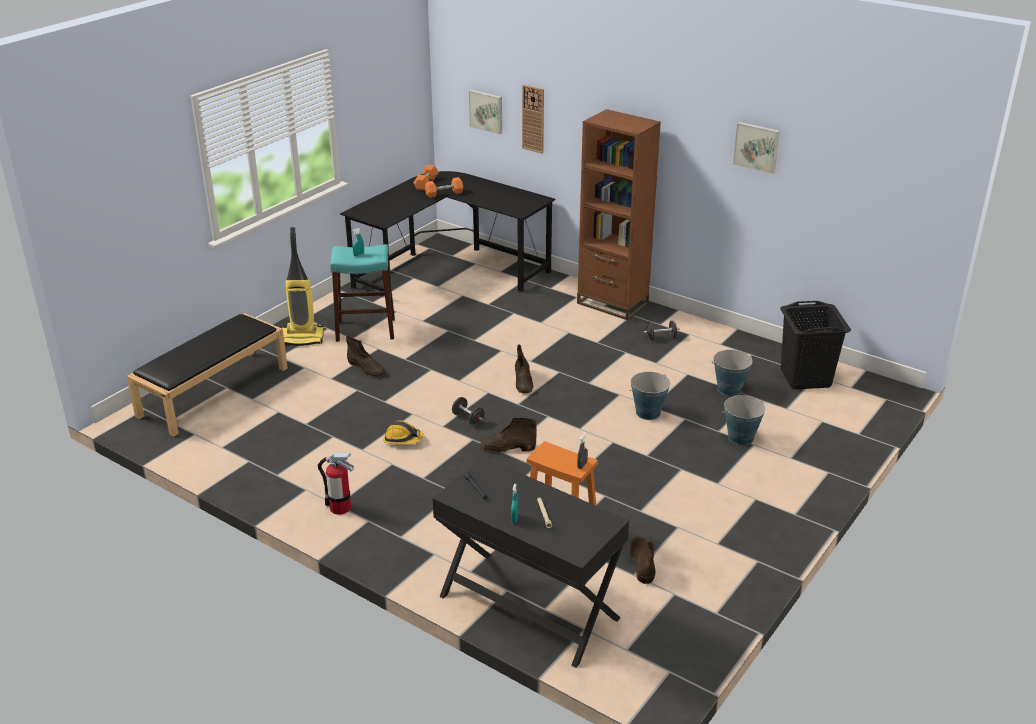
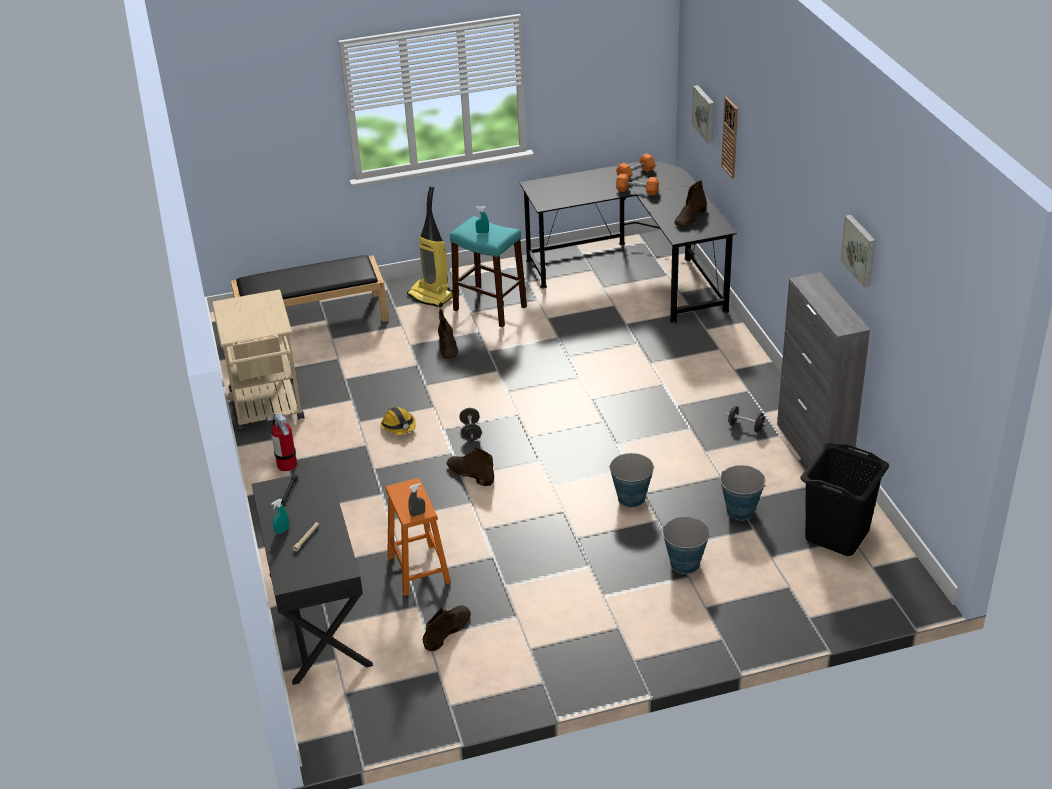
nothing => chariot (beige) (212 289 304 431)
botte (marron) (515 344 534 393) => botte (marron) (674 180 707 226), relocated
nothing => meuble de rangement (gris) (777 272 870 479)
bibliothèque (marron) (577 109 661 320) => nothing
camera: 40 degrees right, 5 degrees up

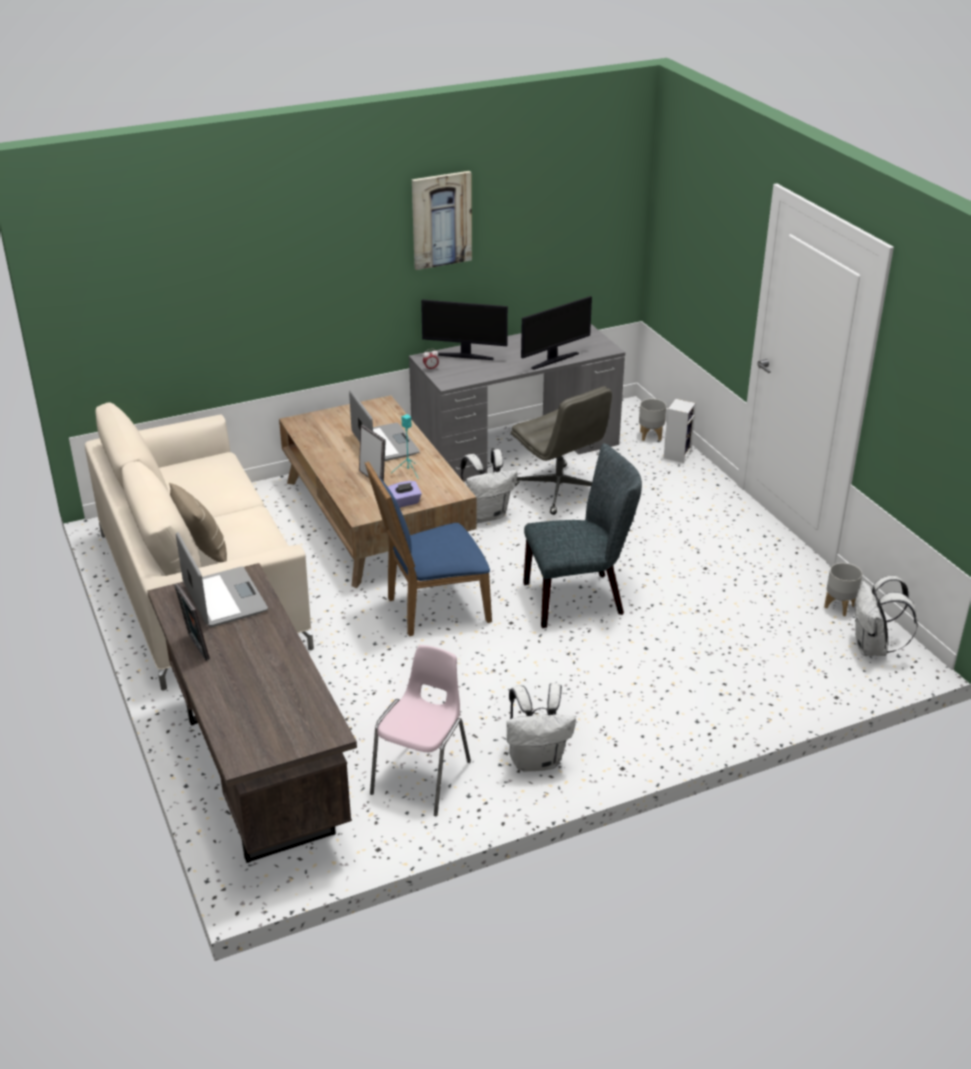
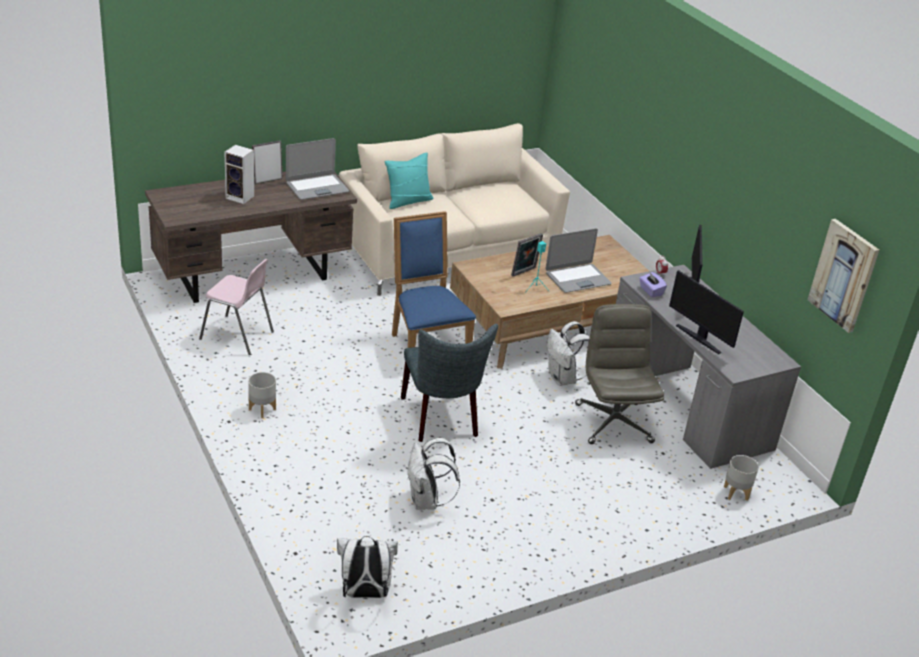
enceinte (664 399 696 463) => enceinte (225 145 254 204), relocated
cache-pot (gris) (824 563 862 616) => cache-pot (gris) (248 372 276 418), relocated
coussin (beige) (169 482 227 562) => coussin (turquoise) (385 152 433 209)
sac à dos (blanc) (507 683 576 772) => sac à dos (blanc) (407 438 460 510), relocated
chaise de bureau (gris) (511 386 612 515) => chaise de bureau (gris) (575 304 664 444), 120 degrees clockwise
boîte à mouchoirs (violet) (388 481 422 508) => boîte à mouchoirs (violet) (639 272 667 297), relocated
tableau (412 171 472 270) => tableau (808 219 879 333), relocated
camera: 85 degrees right, 0 degrees up

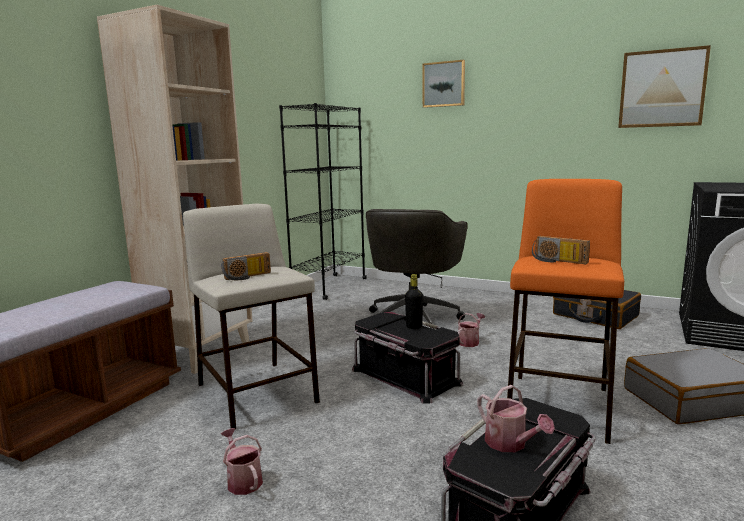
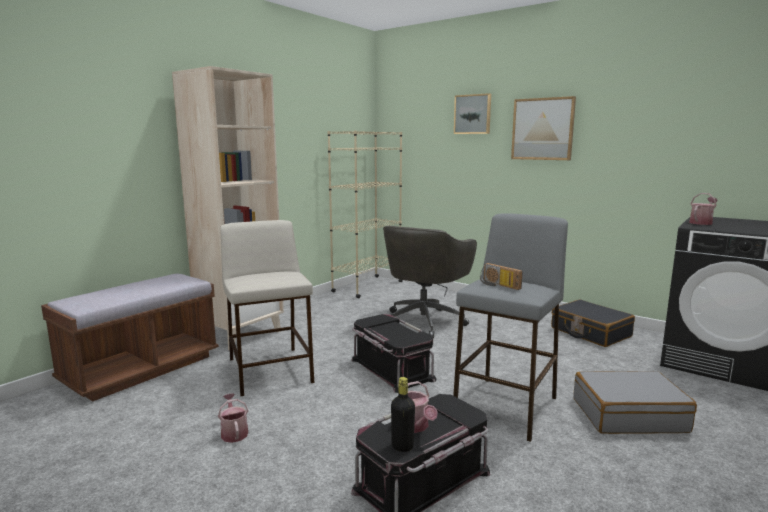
bibliothèque (noir) (279 103 367 300) => bibliothèque (beige) (328 131 403 298)
bouteille (noir) (405 274 423 329) => bouteille (noir) (391 377 415 452), relocated
tabouret (orange) (507 179 624 444) => tabouret (gris) (453 213 568 442)
tableau (618 45 711 128) => tableau (511 96 576 160), relocated
arrosoir (458 313 485 347) => arrosoir (689 193 718 225), relocated
radio (221 252 271 280) => nothing
camera: 10 degrees right, 0 degrees up

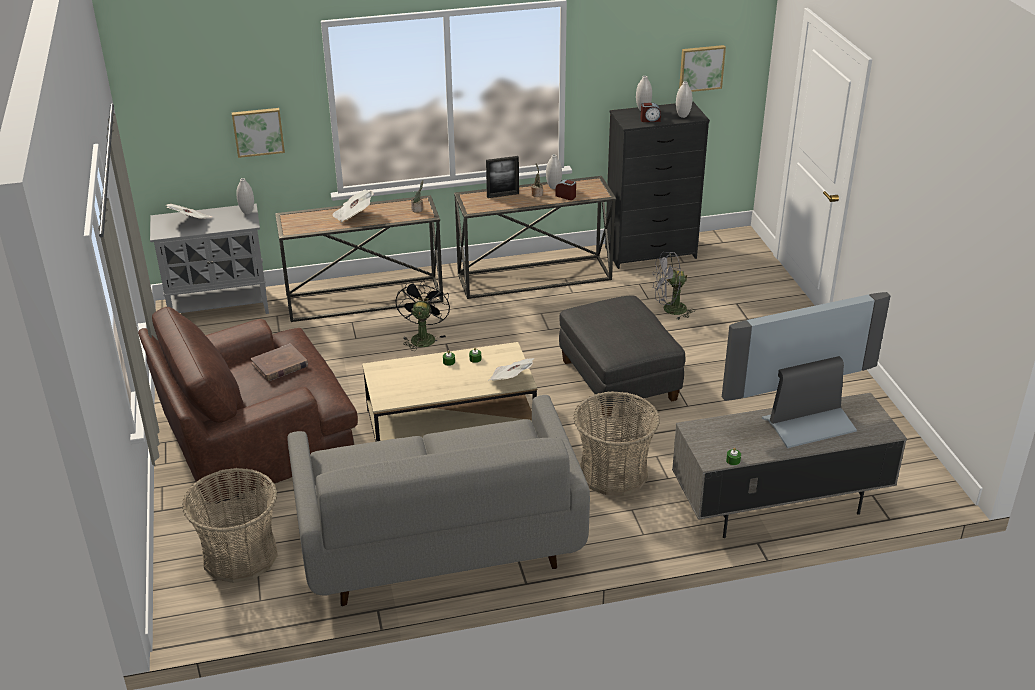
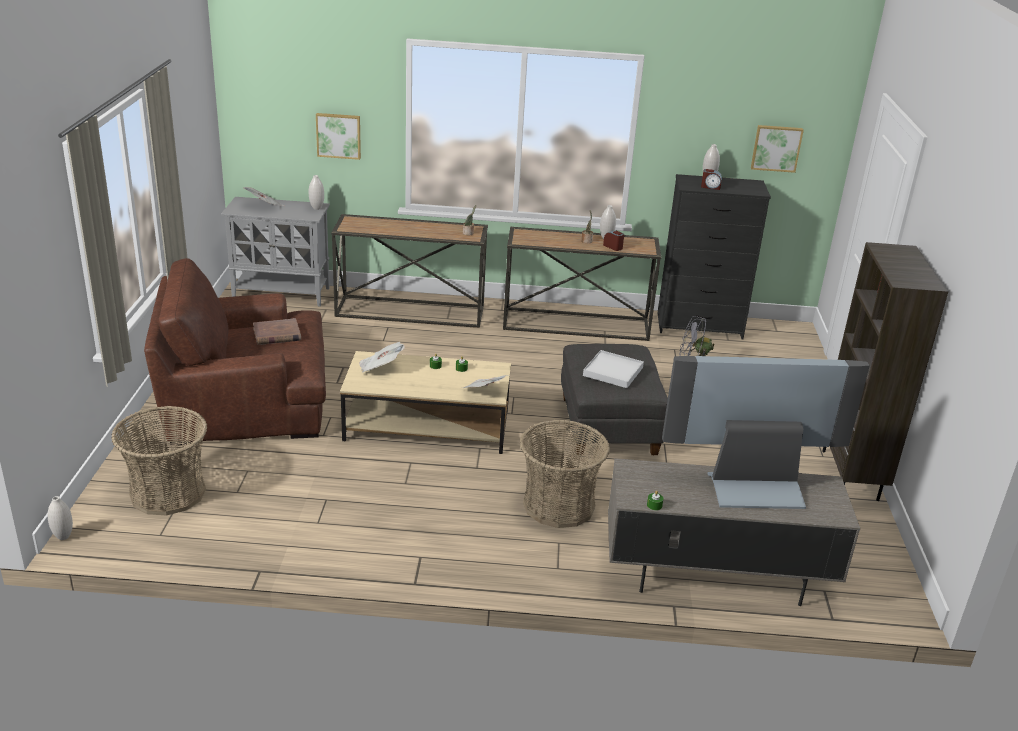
vase (blanc) (676 81 692 118) => vase (blanc) (48 496 73 540), relocated
journal (332 189 374 222) => journal (359 342 405 373), relocated
nothing => plateau (blanc) (583 350 644 388)
nothing => bibliothèque (marron) (822 242 948 501)
canapé (gris) (287 395 590 606) => nothing
ventilateur (noir) (396 278 450 351) => nothing
cadre photo (486 156 519 198) => nothing
camera: 15 degrees right, 5 degrees down

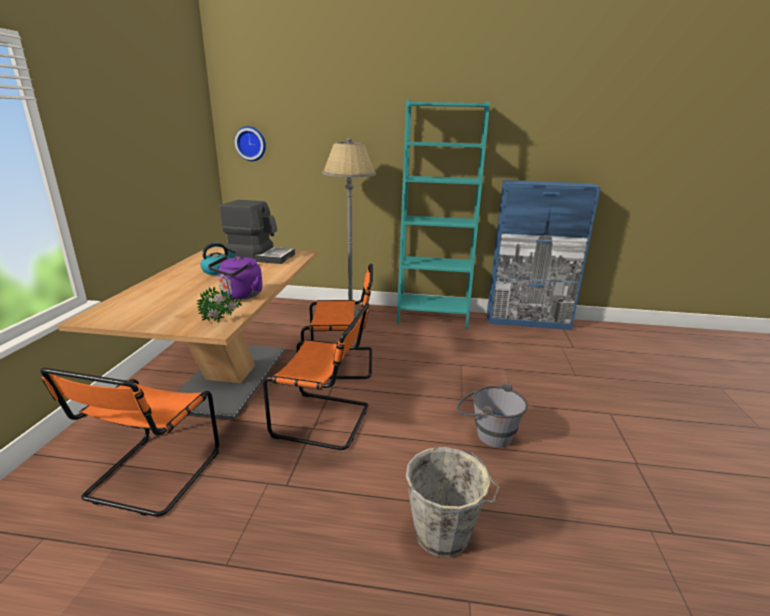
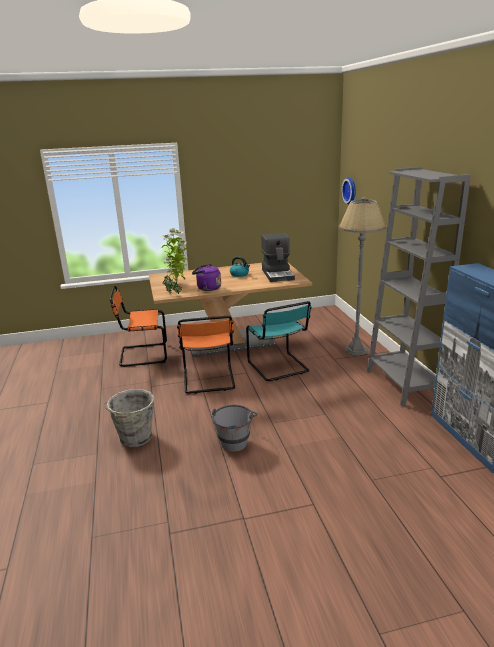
nothing => plante en pot (161 228 188 282)
chaise (orange) (301 264 373 379) => chaise (turquoise) (246 301 311 381)
bibliothèque (turquoise) (397 100 490 329) => bibliothèque (gris) (367 167 471 406)
camera: 70 degrees right, 0 degrees up

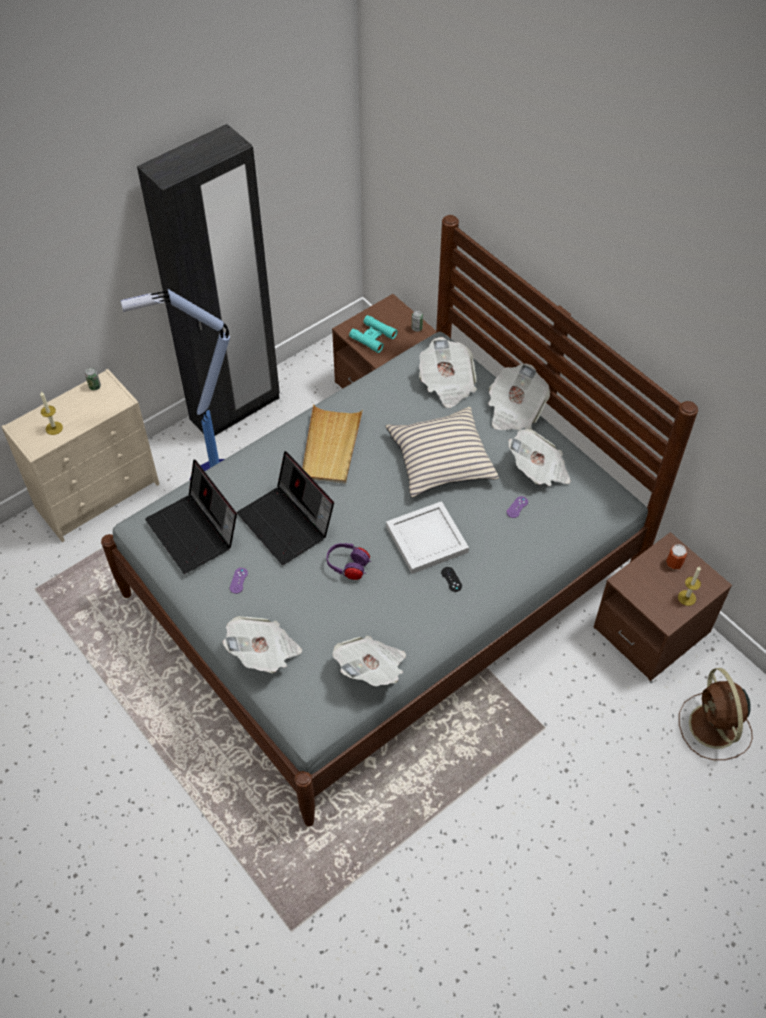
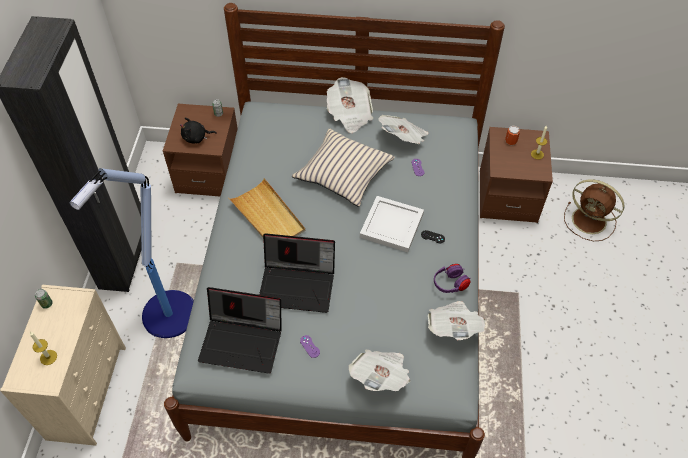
jumelles (turquoise) (349 315 398 353) => peluche (noir) (180 117 217 143)
casque audio (violet) (327 543 371 580) => casque audio (violet) (434 264 471 293), relocated
journal (419 337 477 408) => nothing
camera: 45 degrees left, 0 degrees up

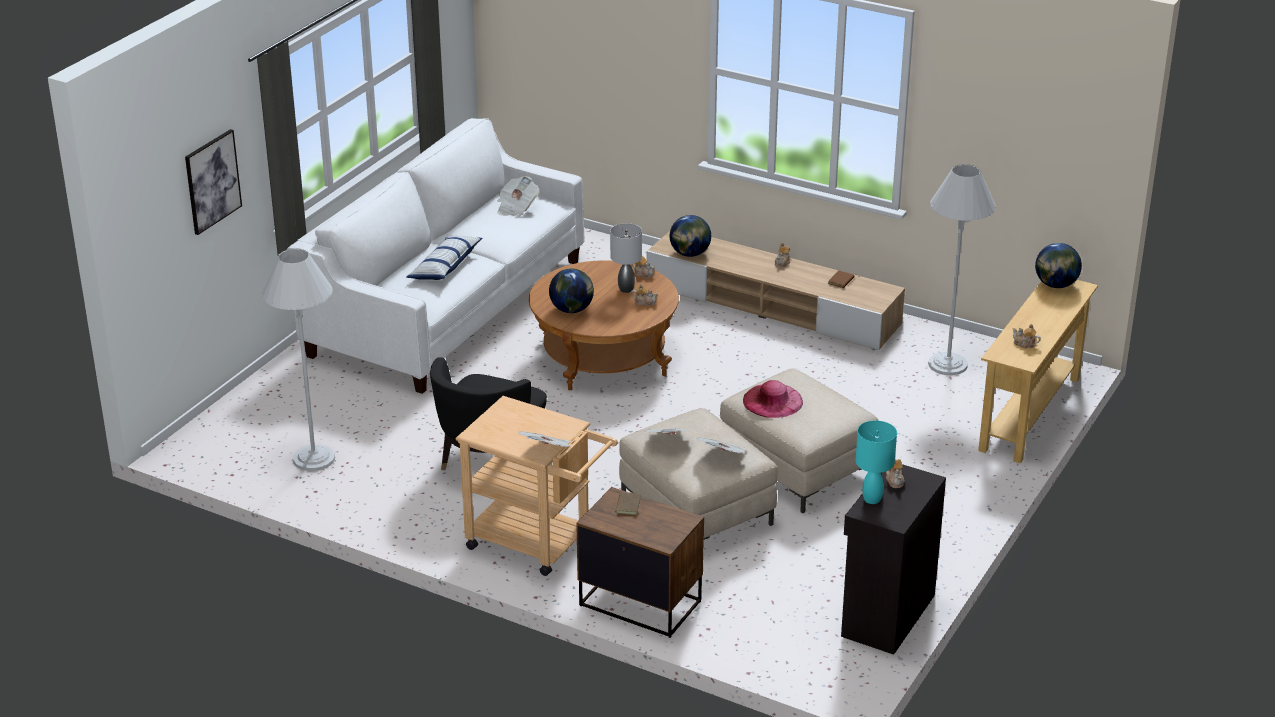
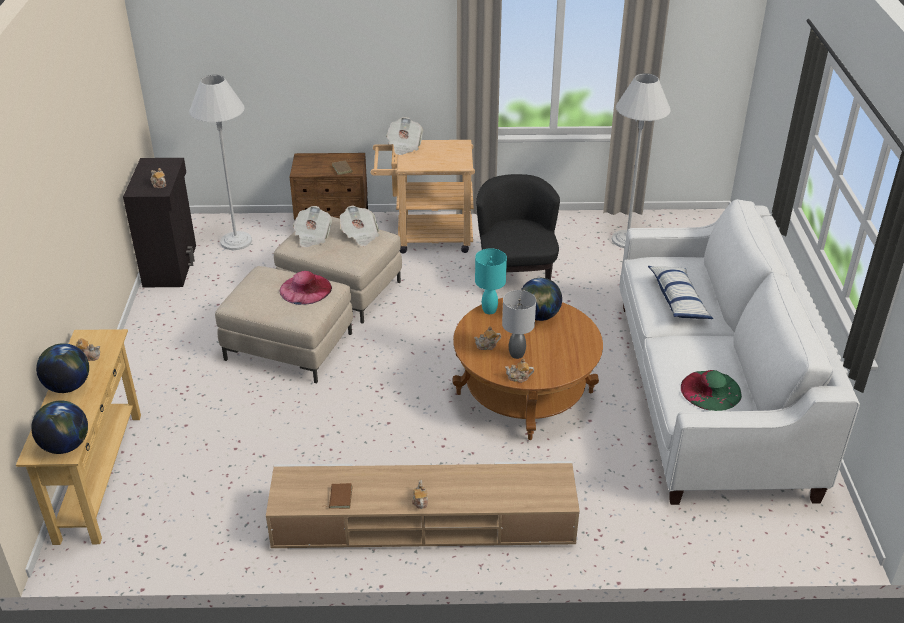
globe (670 215 711 257) => globe (36 343 89 393), relocated
lampadaire (blanc) (928 164 996 375) => lampadaire (blanc) (189 75 252 250), relocated
lampe de table (turquoise) (856 421 897 504) => lampe de table (turquoise) (475 249 507 314), relocated
journal (497 176 539 216) => chapeau (vert) (681 370 742 411)
tableau (185 129 242 235) => nothing
camera: 150 degrees right, 5 degrees up

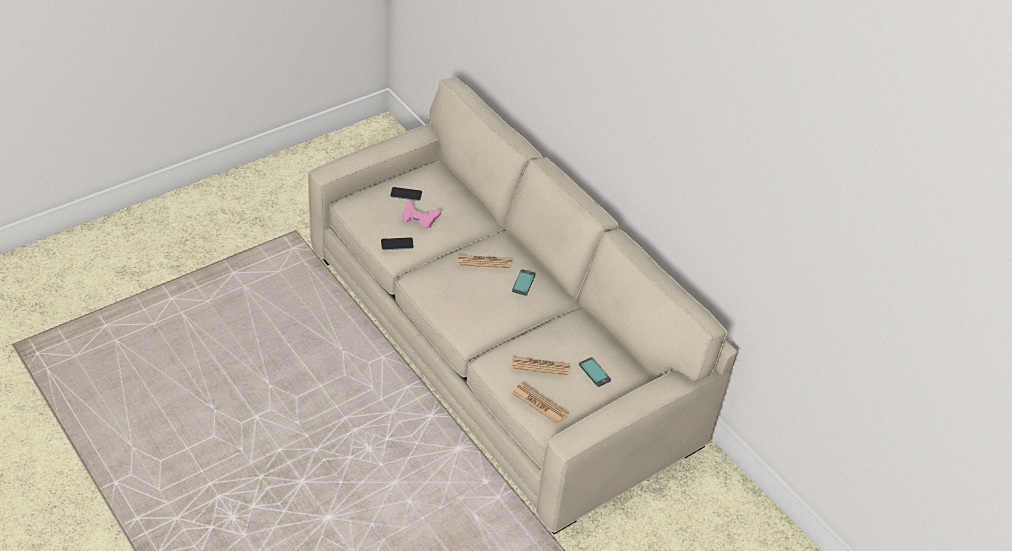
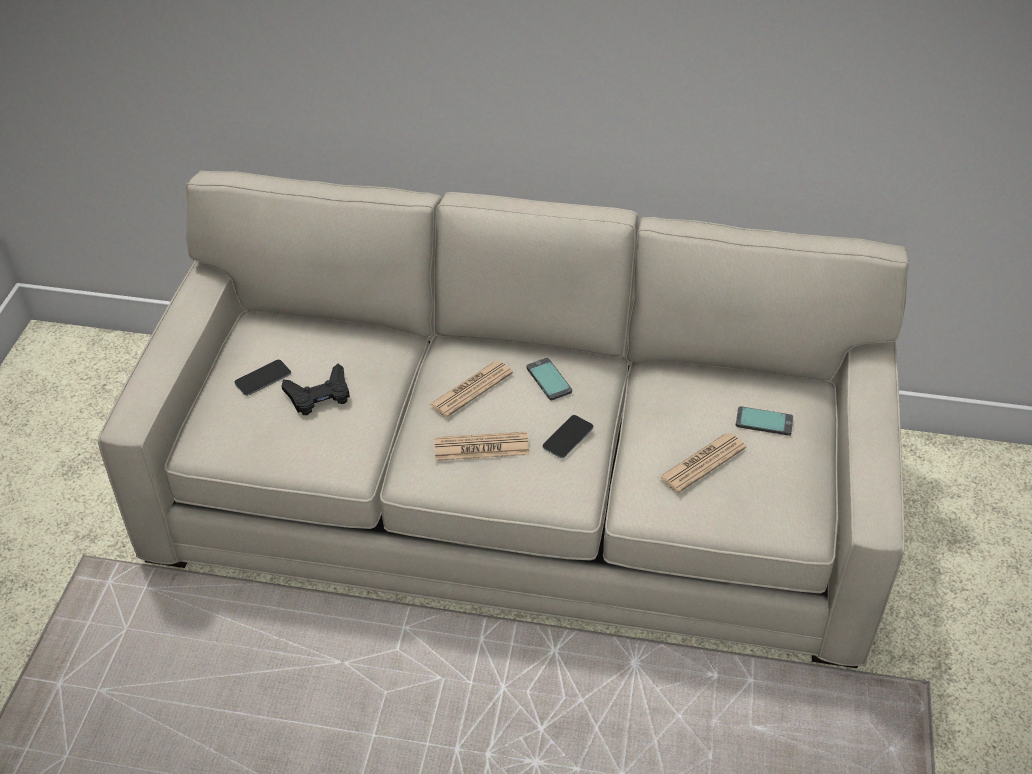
manette (rose) (401 200 441 229) => manette (noir) (282 364 350 415)
journal (512 382 569 425) => journal (434 432 529 461), relocated
téléphone (381 237 414 250) => téléphone (543 415 593 458), relocated
camera: 40 degrees left, 0 degrees up

